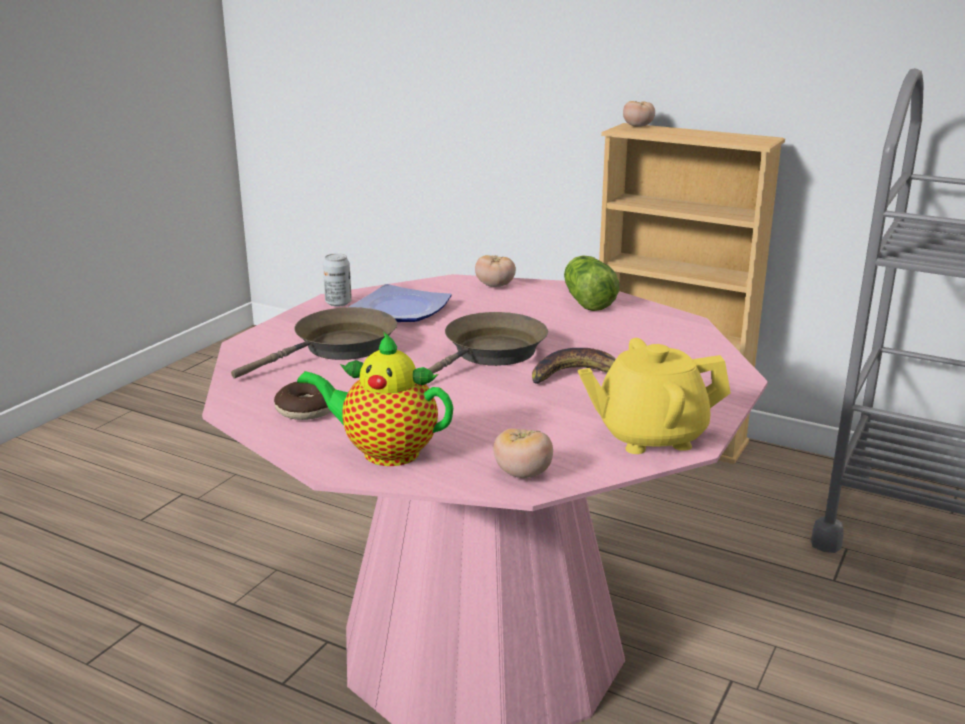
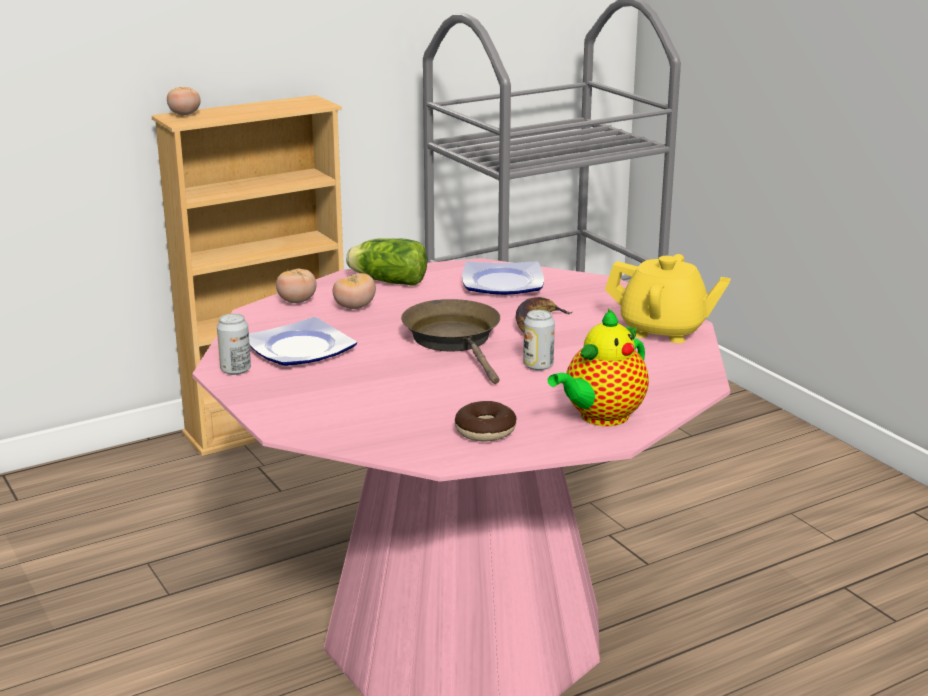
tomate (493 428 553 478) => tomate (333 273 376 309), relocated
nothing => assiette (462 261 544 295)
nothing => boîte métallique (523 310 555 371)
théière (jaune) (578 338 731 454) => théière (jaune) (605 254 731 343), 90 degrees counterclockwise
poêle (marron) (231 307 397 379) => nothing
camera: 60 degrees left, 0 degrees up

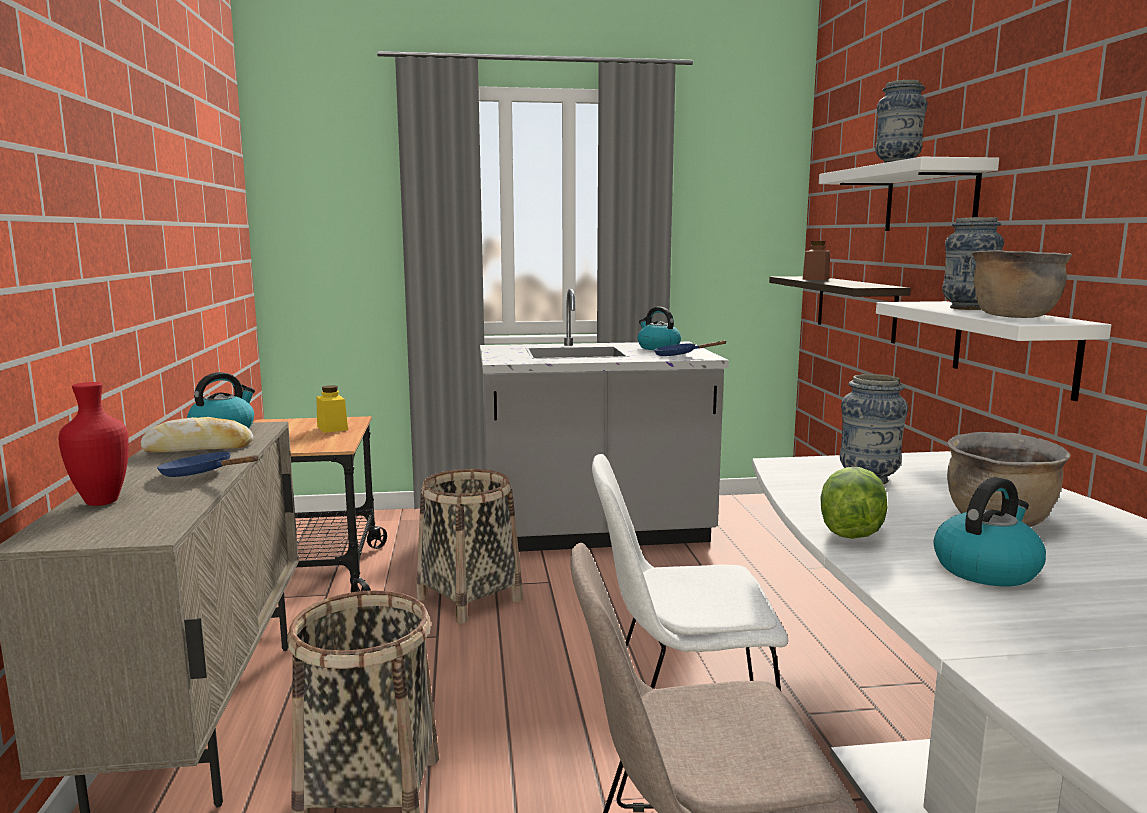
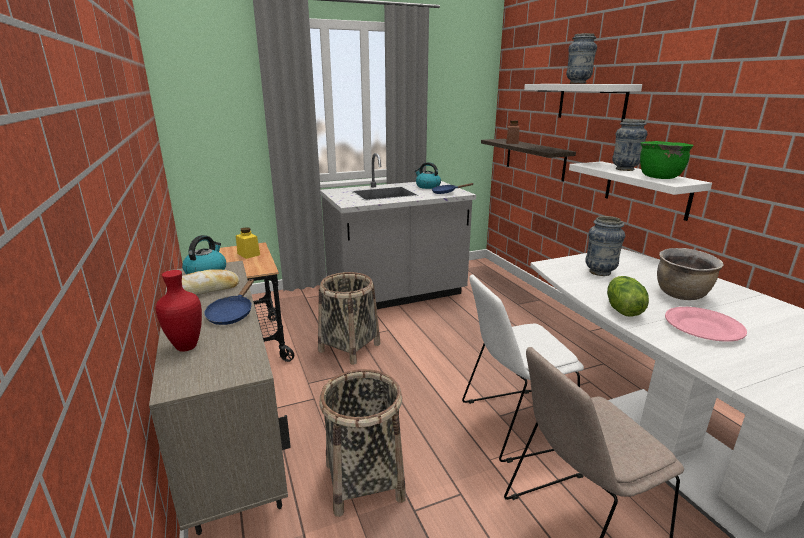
poêle (bleu) (157 452 258 477) => poêle (bleu) (204 279 254 325), 90 degrees counterclockwise
marmite (marron) (972 250 1072 318) => marmite (vert) (640 141 694 179)
bouilloire (934 477 1046 586) => assiette (rose) (665 307 747 342)
camera: 15 degrees left, 10 degrees up

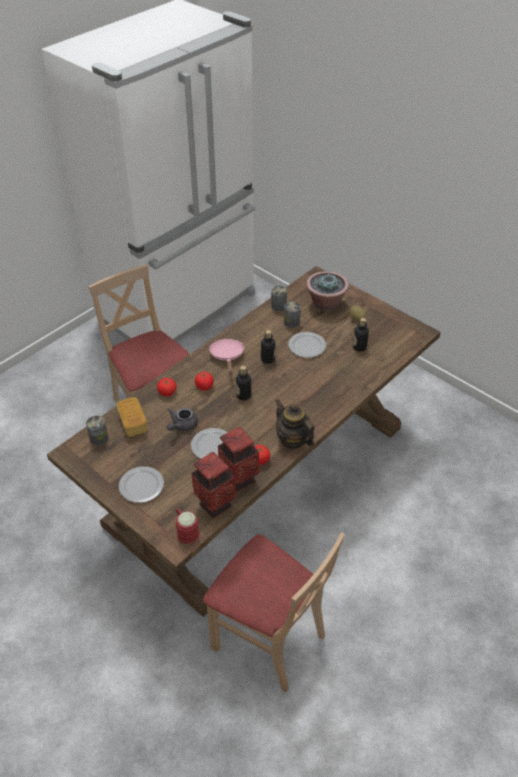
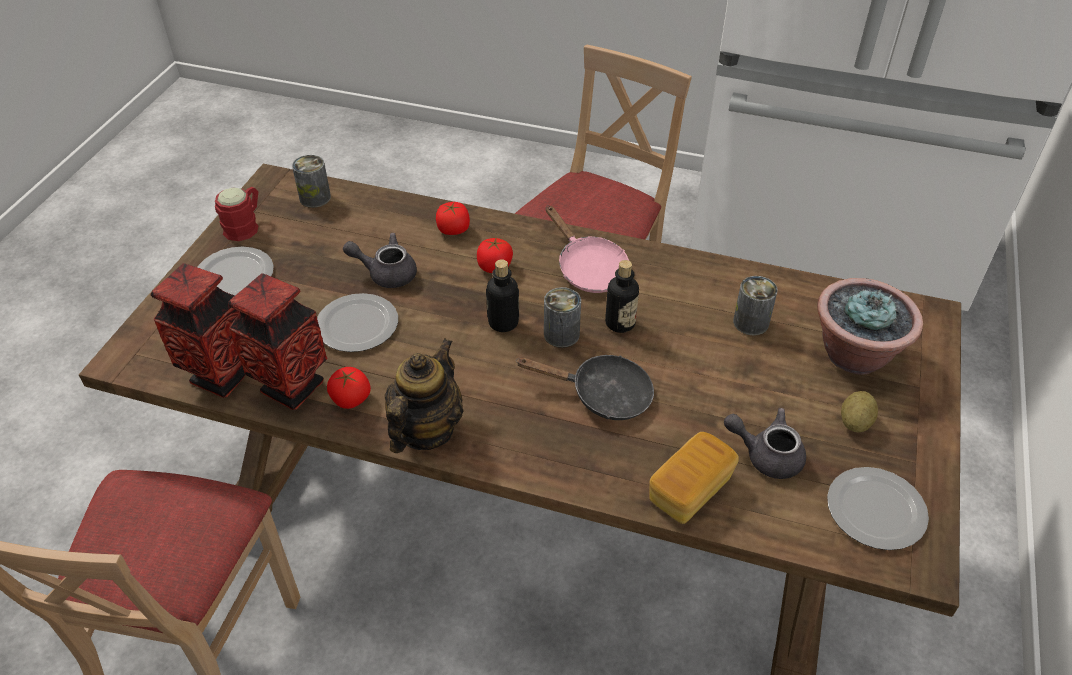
mug (rouge) (176 508 199 544) => mug (rouge) (215 187 258 241), relocated
nothing => poêle (noir) (516 355 654 420)
boîte métallique (271 286 287 312) => boîte métallique (544 287 581 348), relocated
poêle (rose) (209 339 245 375) => poêle (rose) (546 205 629 293), 90 degrees clockwise
pain (117 397 147 437) => pain (649 432 739 524), relocated
bouteille (353 318 369 352) => théière (gris) (724 408 806 479)
assiette (288 332 326 358) => assiette (827 467 929 550), relocated
camera: 65 degrees right, 0 degrees up

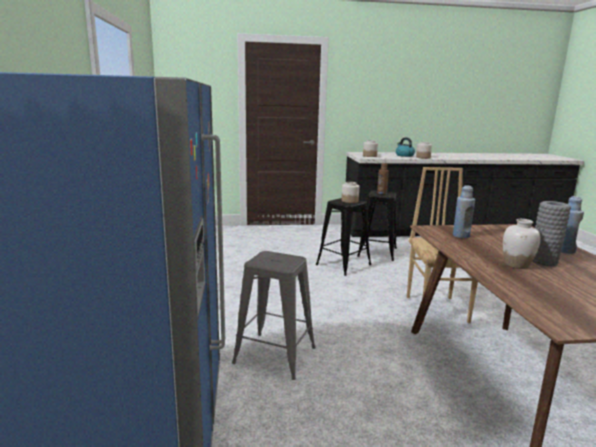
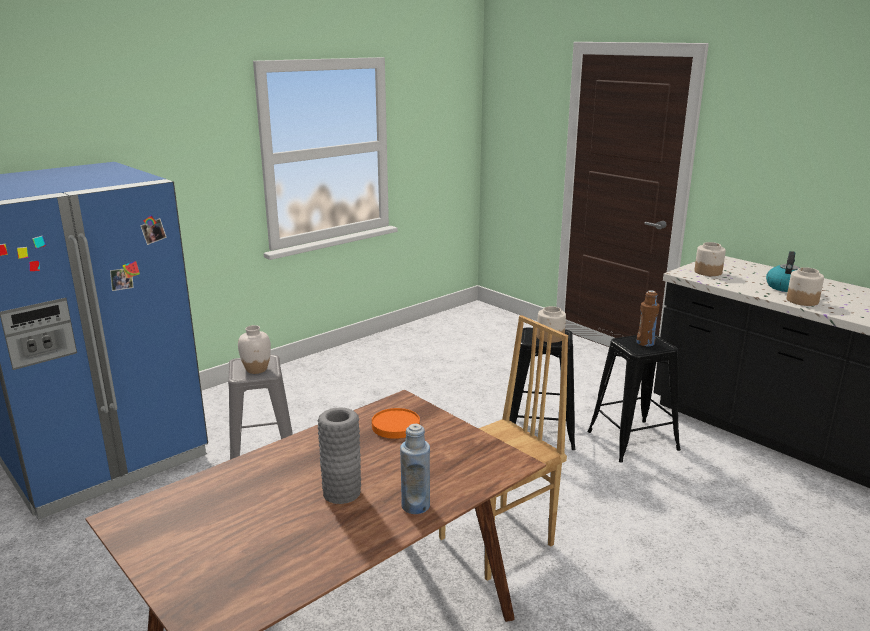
vase (blanc) (503 219 541 269) => vase (blanc) (238 325 271 374), relocated
bouteille (bleu) (453 185 475 238) => assiette (orange) (372 408 420 439)
camera: 55 degrees right, 5 degrees up

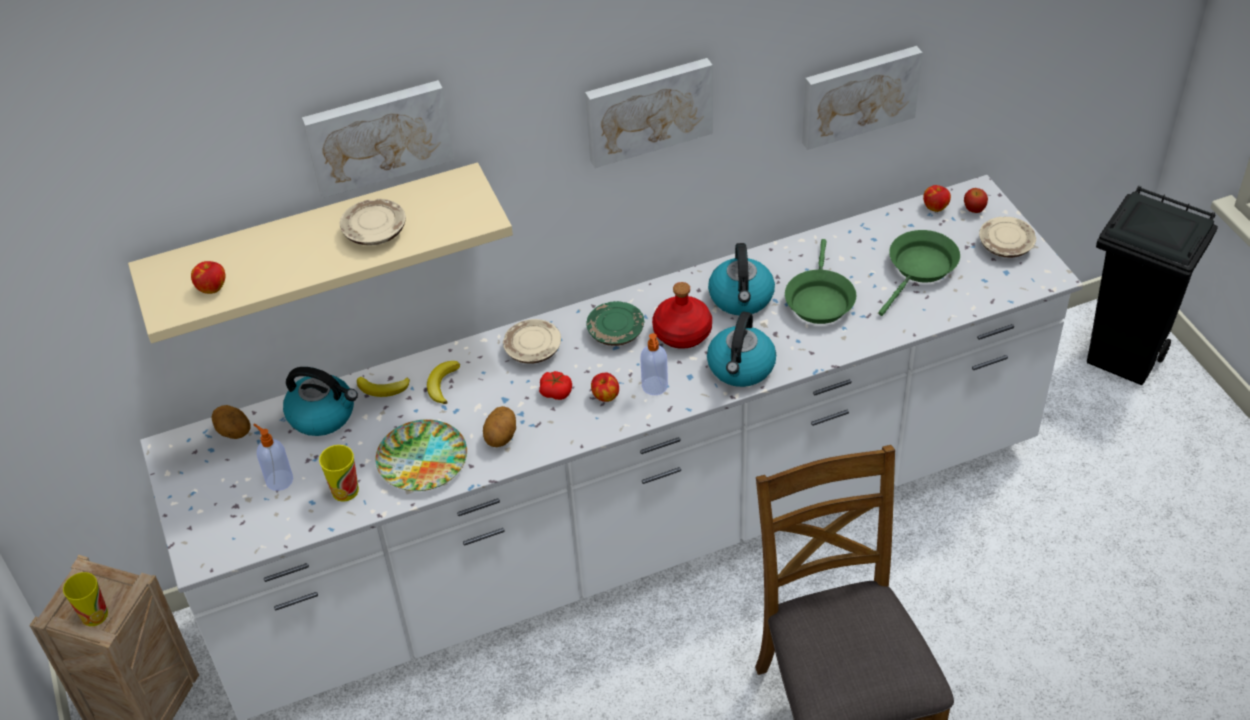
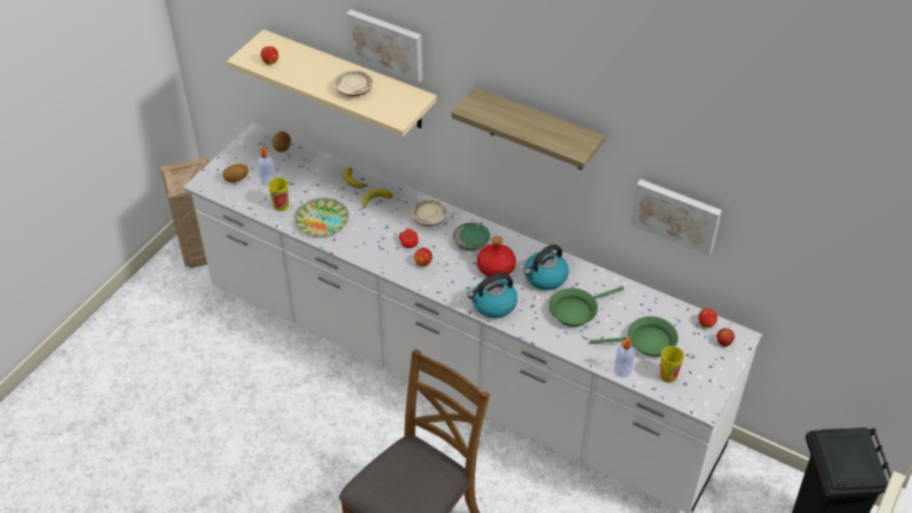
pomme de terre (483 406 516 447) => pomme de terre (223 164 249 182), relocated
tableau (585 58 713 168) => étagère (451 87 605 170)
distributeur de savon (640 333 668 395) => distributeur de savon (614 338 635 378), relocated
tasse (63 572 108 626) => tasse (660 346 684 383), relocated
bouilloire (283 367 358 436) => nothing
assiette (beige) (979 217 1036 258) => nothing
camera: 50 degrees right, 0 degrees up

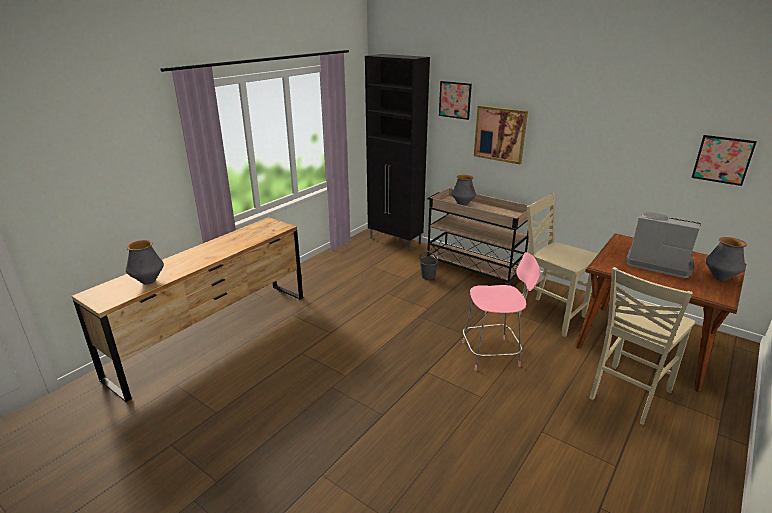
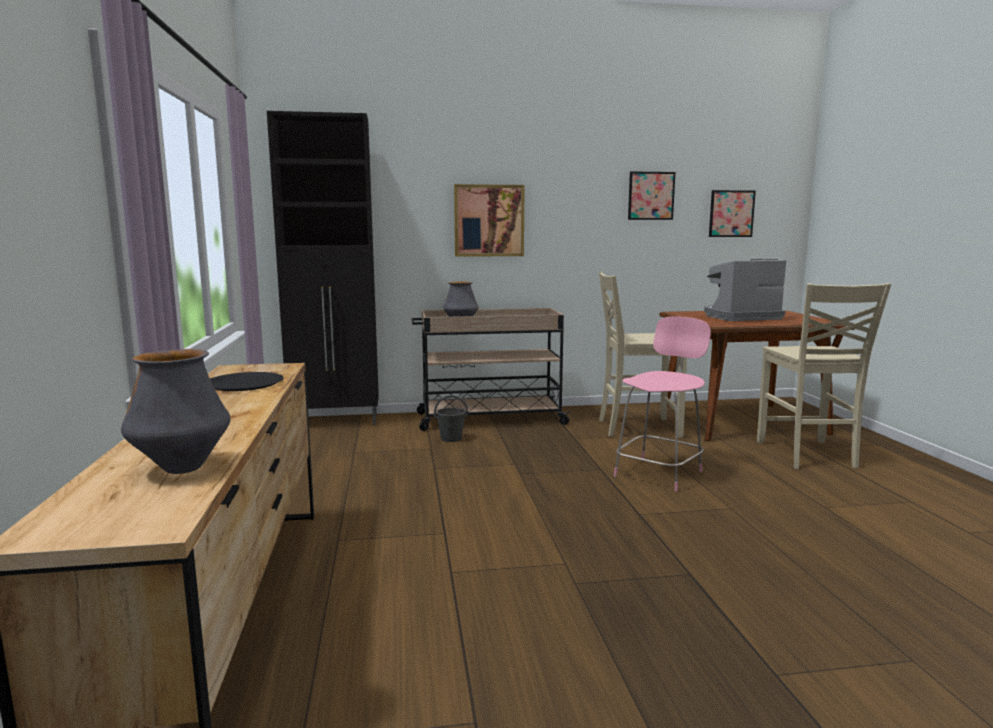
nothing => assiette (noir) (210 372 284 391)
tableau (439 81 472 120) => tableau (628 171 675 220), relocated
vase (705 237 747 281) => nothing
camera: 45 degrees left, 15 degrees down

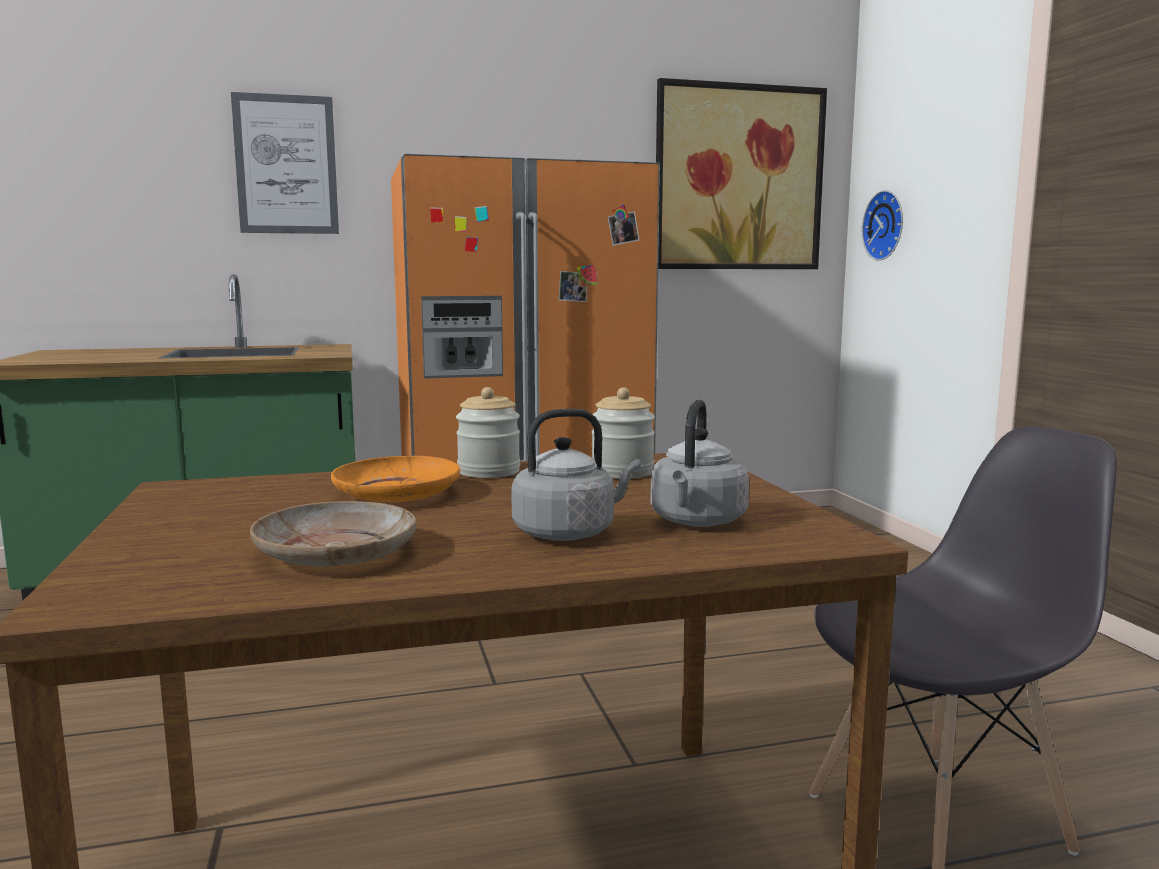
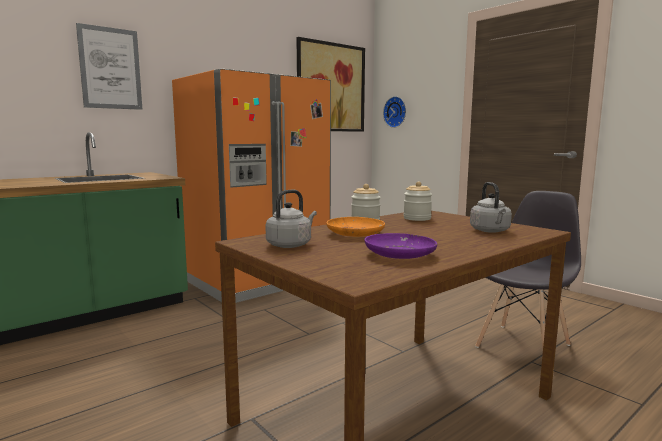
bouilloire (gris) (511 409 641 541) => bouilloire (gris) (265 190 317 248), relocated
assiette (beige) (250 501 417 567) => assiette (violet) (364 233 437 259)
camera: 25 degrees left, 0 degrees up

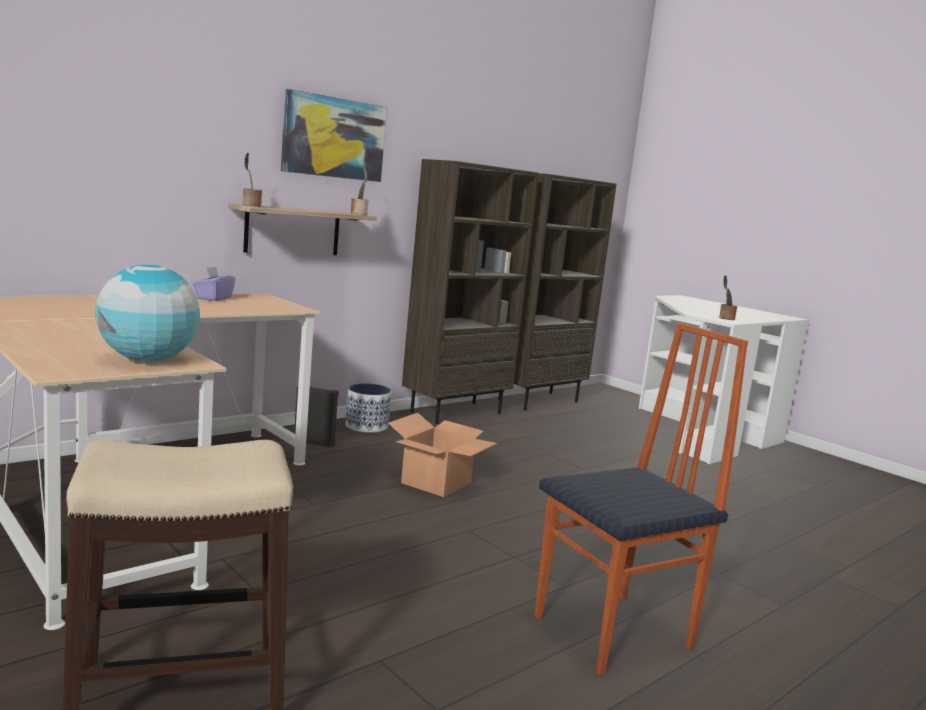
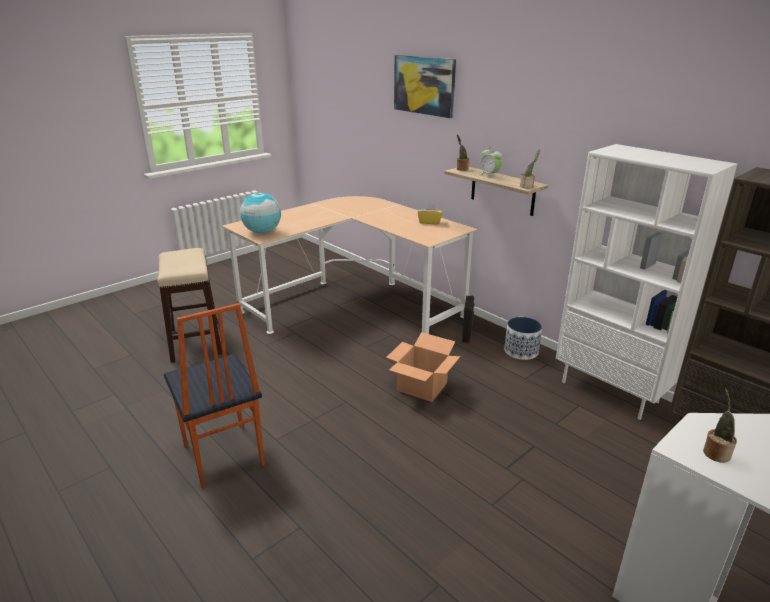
tableau (281 89 387 182) => tableau (394 55 456 118), relocated
boîte à mouchoirs (violet) (193 266 235 301) => boîte à mouchoirs (jaune) (417 203 443 224)
nothing => réveil (479 149 502 178)
bibliothèque (marron) (402 159 539 424) => bibliothèque (blanc) (556 144 738 420)
camera: 90 degrees right, 15 degrees up

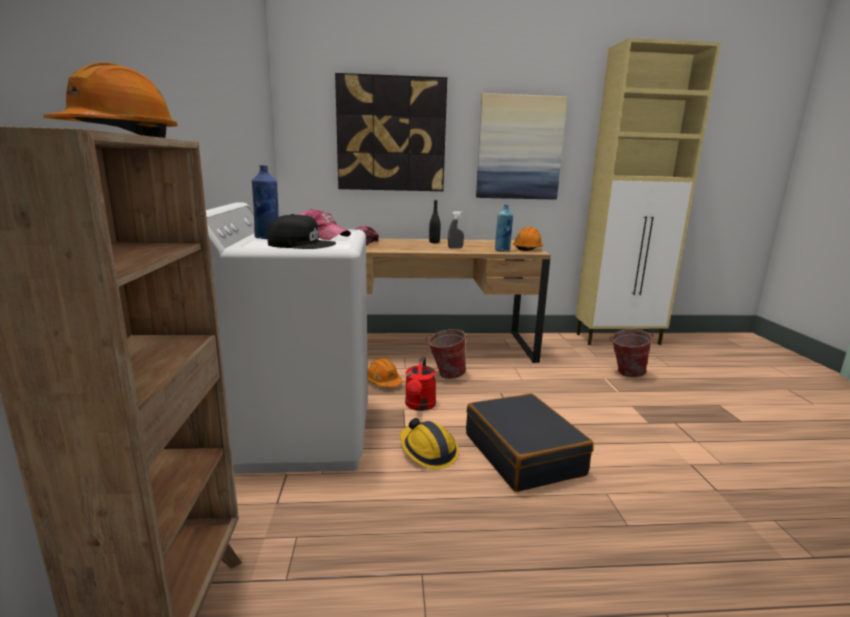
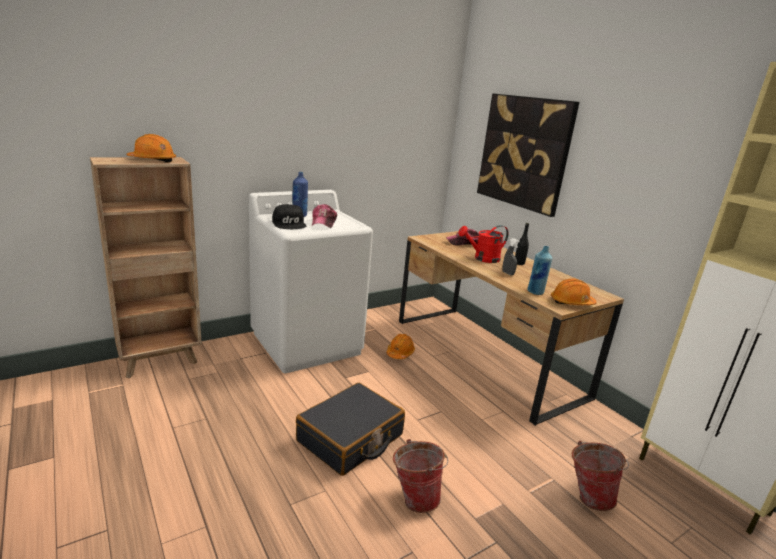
seau (426 329 467 379) => seau (393 439 448 513), relocated
arrosoir (rouge) (405 357 436 411) => arrosoir (rouge) (458 225 509 263), relocated
casque de chantier (400 418 459 469) => nothing
tableau (476 93 568 200) => nothing
camera: 60 degrees right, 5 degrees up

